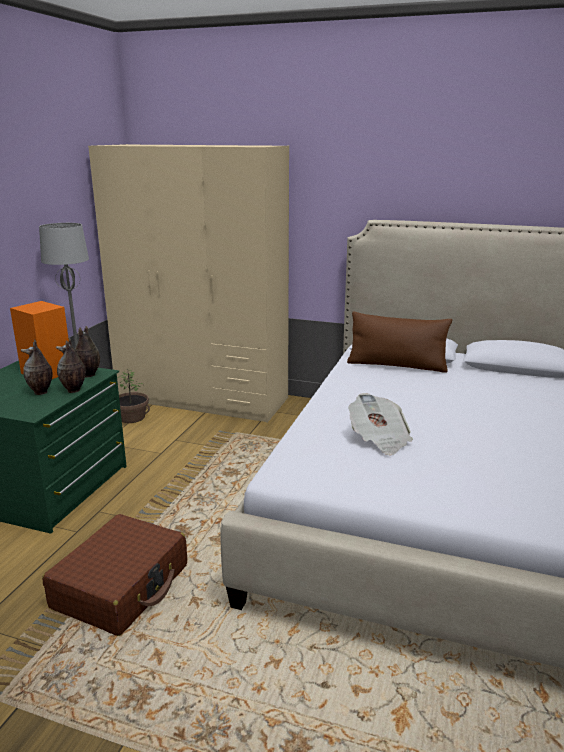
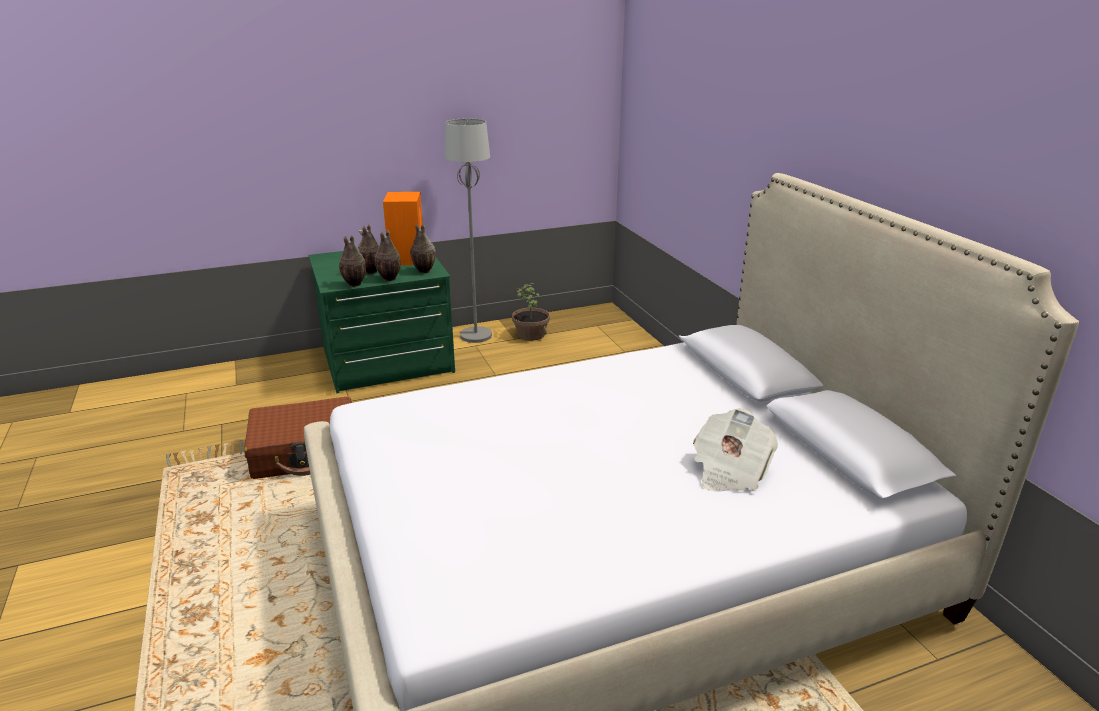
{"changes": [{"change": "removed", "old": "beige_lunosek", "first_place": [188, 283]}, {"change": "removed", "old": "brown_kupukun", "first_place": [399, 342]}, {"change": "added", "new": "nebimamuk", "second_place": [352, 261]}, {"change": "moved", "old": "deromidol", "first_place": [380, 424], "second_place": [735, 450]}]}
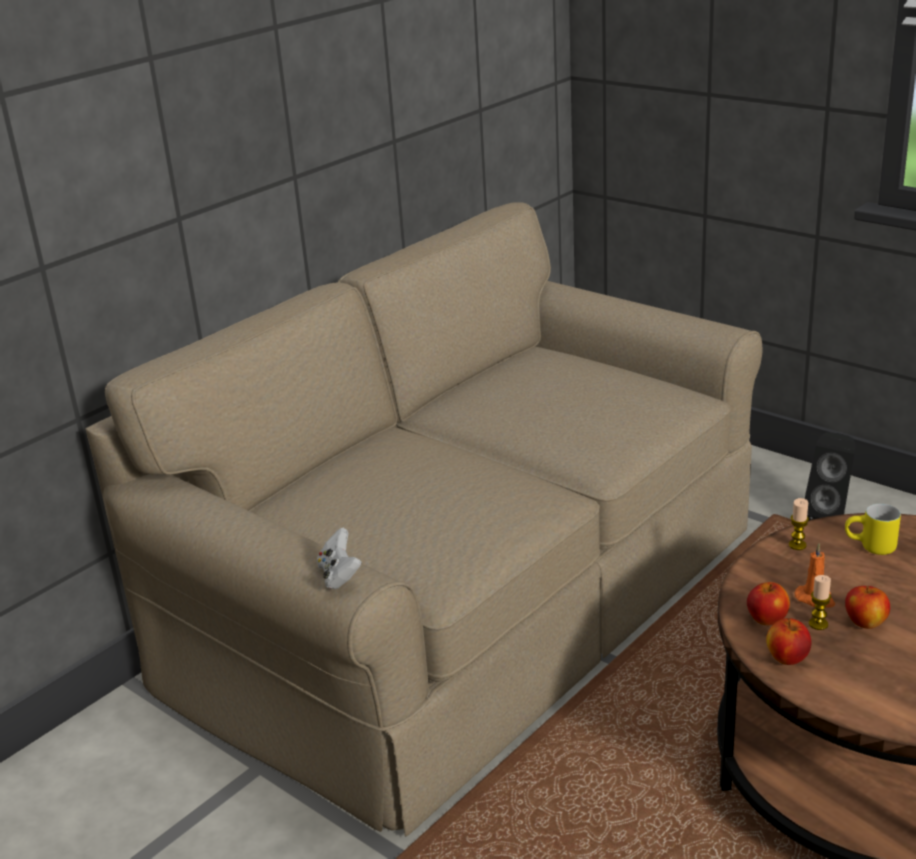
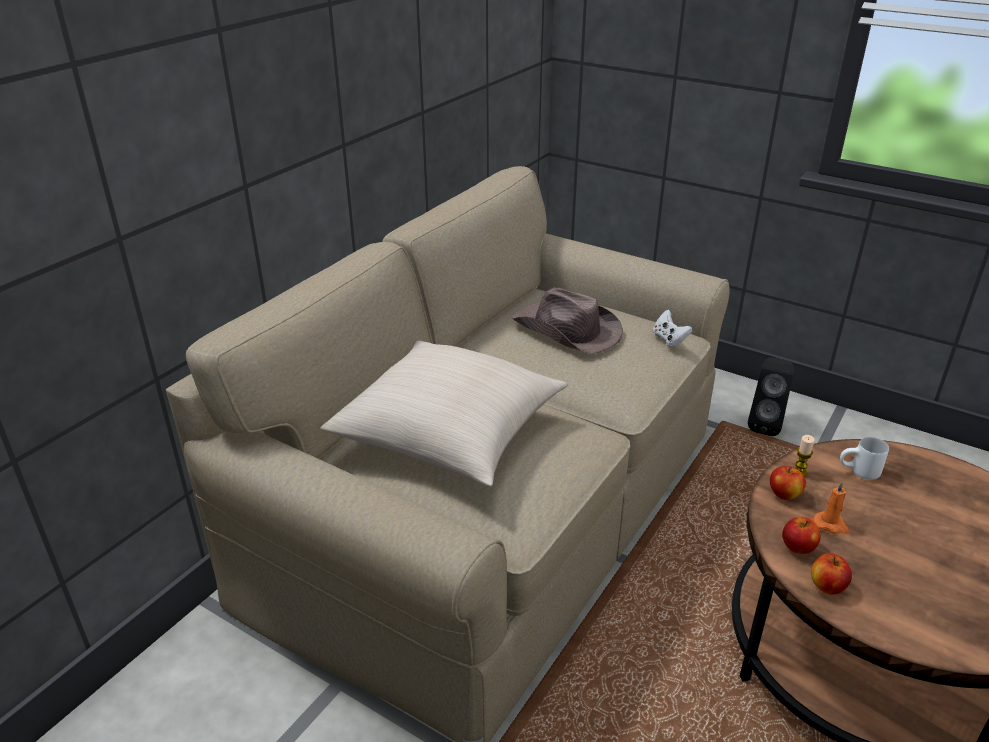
{"changes": [{"change": "removed", "old": "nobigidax", "first_place": [820, 602]}, {"change": "added", "new": "beige_kupukun", "second_place": [444, 413]}, {"change": "added", "new": "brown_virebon", "second_place": [567, 321]}, {"change": "moved", "old": "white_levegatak", "first_place": [339, 558], "second_place": [673, 328]}, {"change": "moved", "old": "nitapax", "first_place": [867, 607], "second_place": [788, 483]}, {"change": "recoloured", "old": "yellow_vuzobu", "new": "white_vuzobu", "first_place": [873, 529], "second_place": [864, 458]}]}
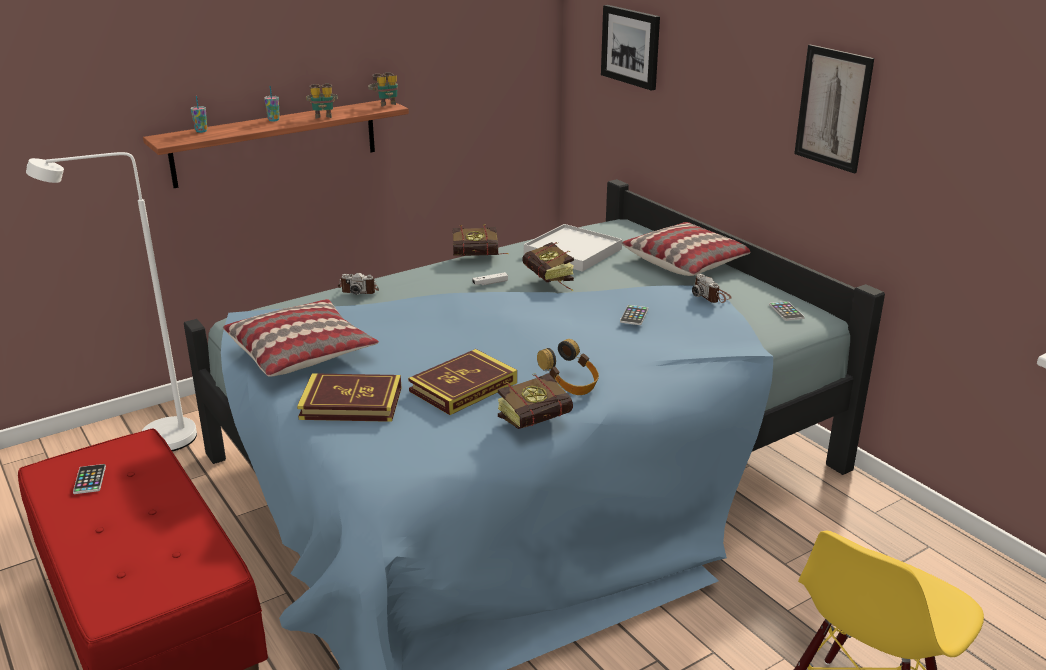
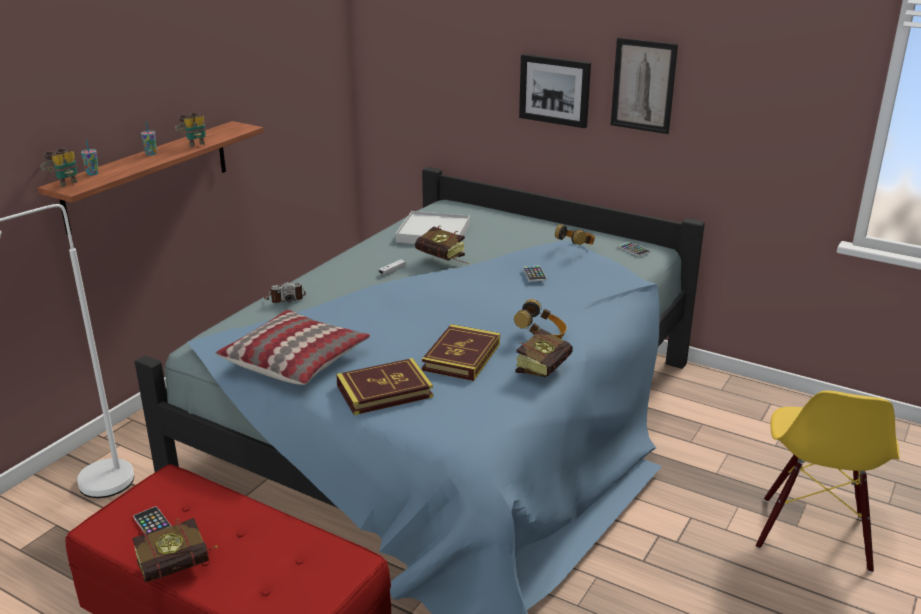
{"changes": [{"change": "removed", "old": "kupukun", "first_place": [685, 249]}, {"change": "moved", "old": "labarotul", "first_place": [383, 90], "second_place": [58, 168]}, {"change": "moved", "old": "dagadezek", "first_place": [481, 240], "second_place": [175, 550]}, {"change": "moved", "old": "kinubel", "first_place": [630, 48], "second_place": [555, 91]}, {"change": "replaced", "old": "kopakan", "new": "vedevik", "first_place": [712, 288], "second_place": [575, 234]}]}
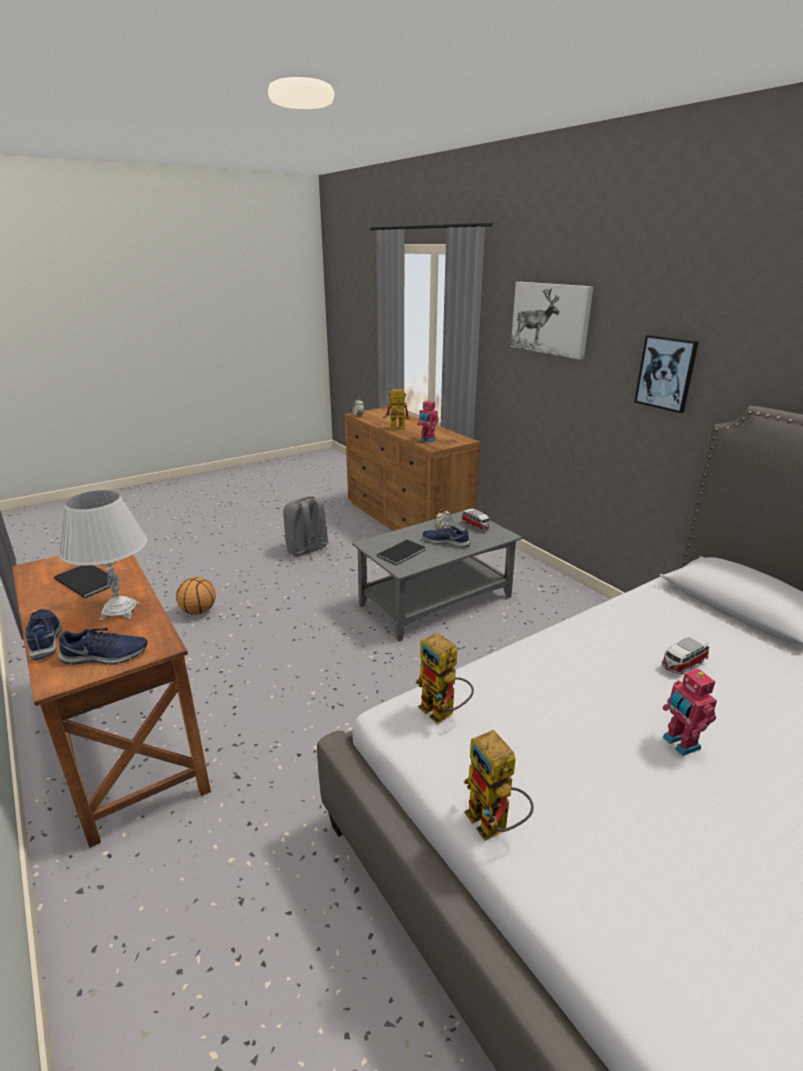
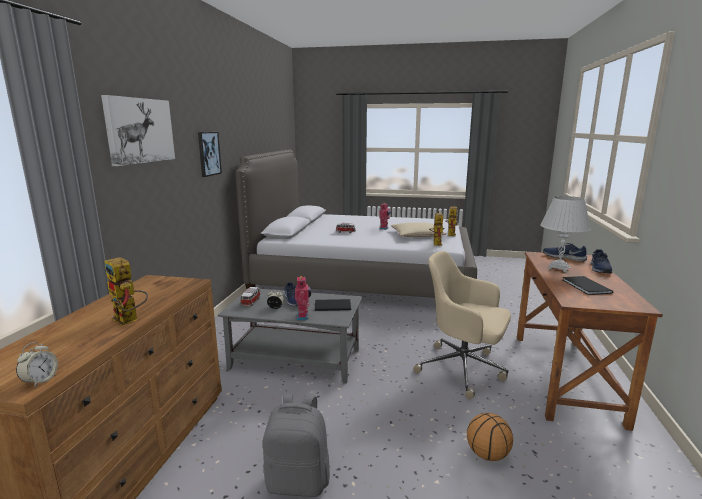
{"changes": [{"change": "added", "new": "beige_kupukun", "second_place": [418, 230]}, {"change": "added", "new": "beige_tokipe", "second_place": [462, 325]}, {"change": "moved", "old": "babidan", "first_place": [428, 421], "second_place": [303, 298]}]}
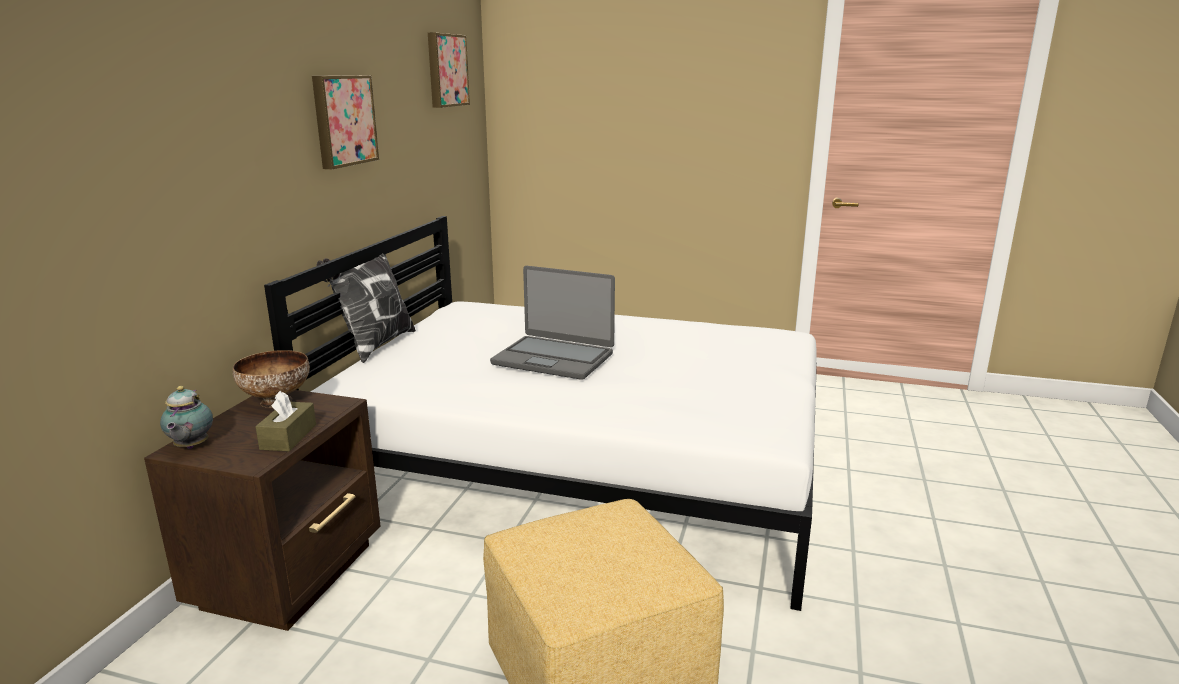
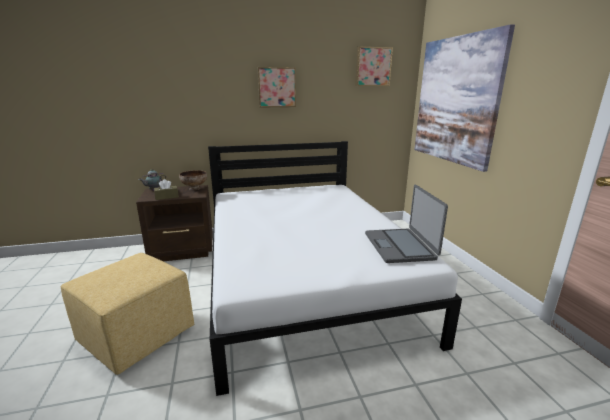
{"changes": [{"change": "removed", "old": "kupukun", "first_place": [366, 308]}, {"change": "added", "new": "kinubel", "second_place": [464, 98]}, {"change": "moved", "old": "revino", "first_place": [552, 323], "second_place": [406, 224]}]}
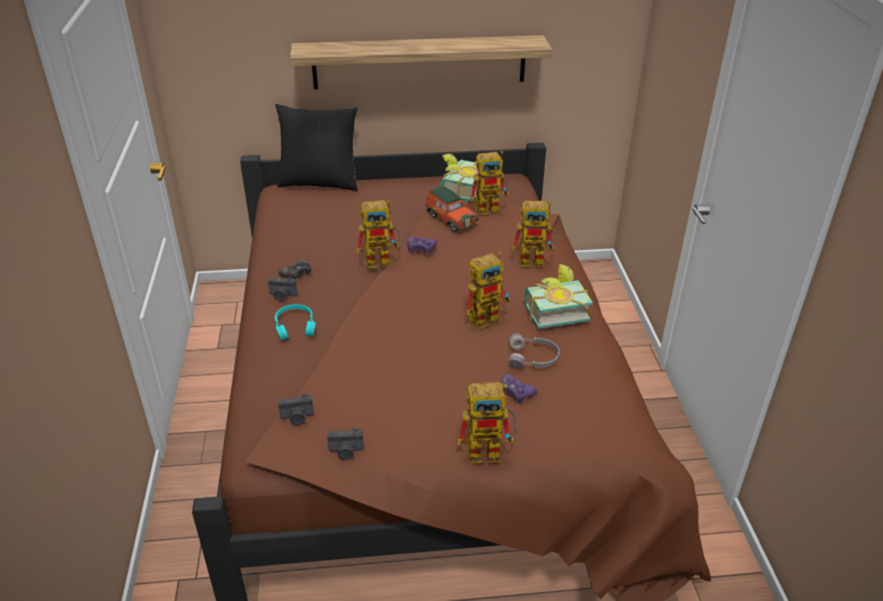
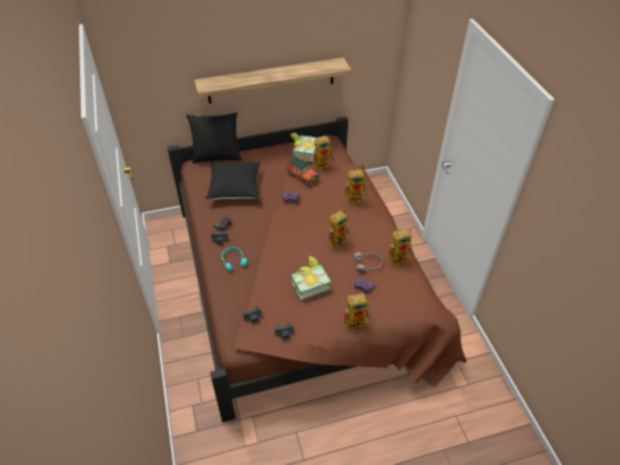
{"changes": [{"change": "added", "new": "black_kupukun", "second_place": [233, 181]}, {"change": "moved", "old": "babidan", "first_place": [379, 234], "second_place": [400, 247]}, {"change": "moved", "old": "dagadezek", "first_place": [559, 296], "second_place": [310, 278]}]}
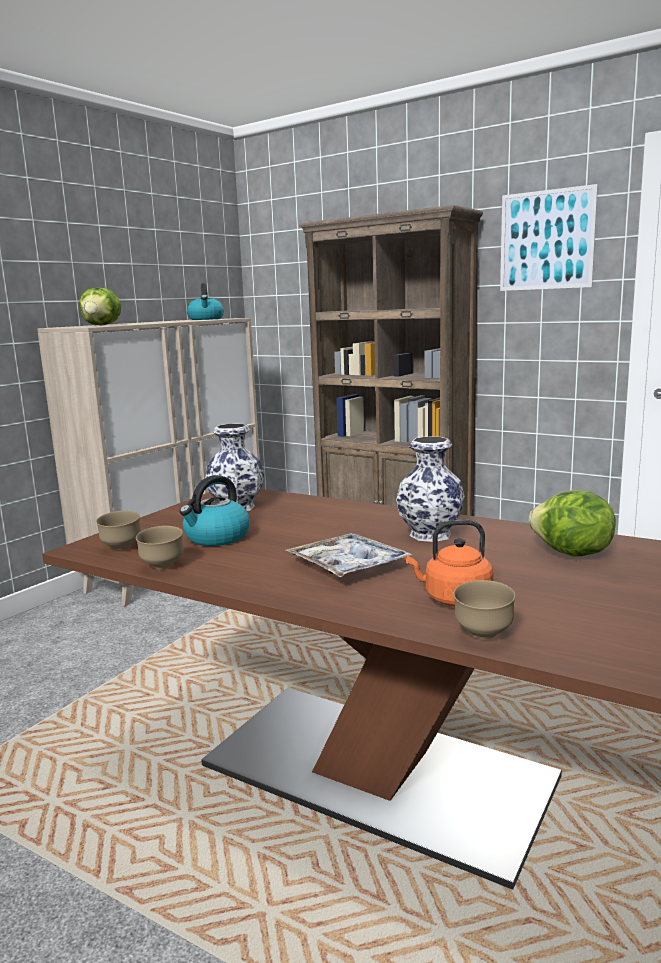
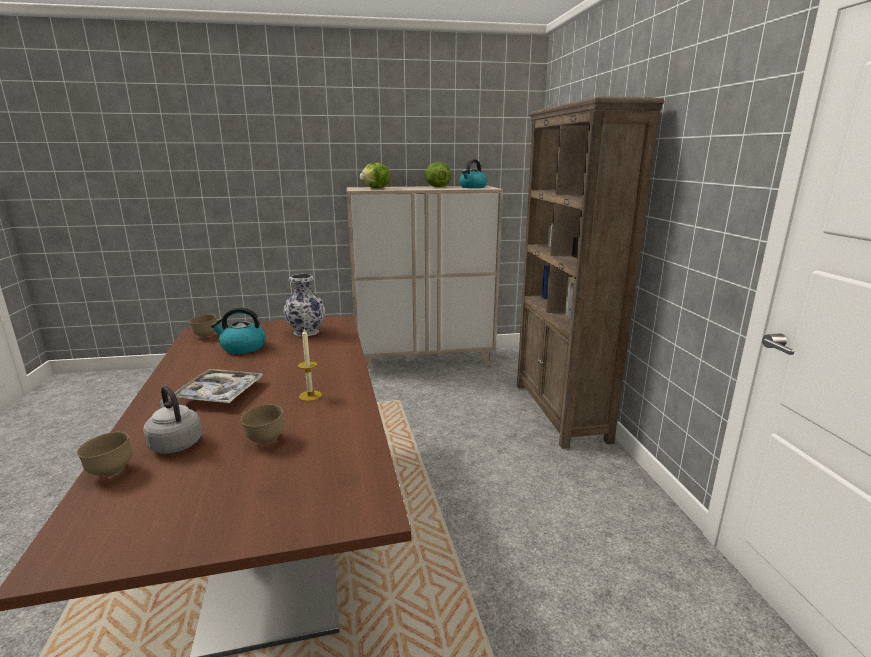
{"changes": [{"change": "removed", "old": "kinubel", "first_place": [549, 237]}, {"change": "moved", "old": "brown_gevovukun", "first_place": [160, 547], "second_place": [263, 424]}, {"change": "moved", "old": "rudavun", "first_place": [572, 523], "second_place": [438, 174]}, {"change": "replaced", "old": "nebimamuk", "new": "nobigidax", "first_place": [430, 489], "second_place": [310, 365]}, {"change": "recoloured", "old": "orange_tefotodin", "new": "grey_tefotodin", "first_place": [449, 563], "second_place": [172, 420]}]}
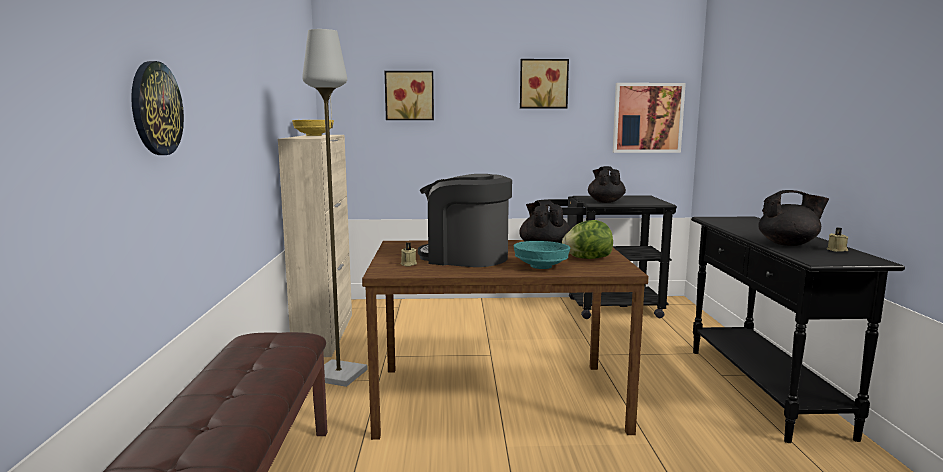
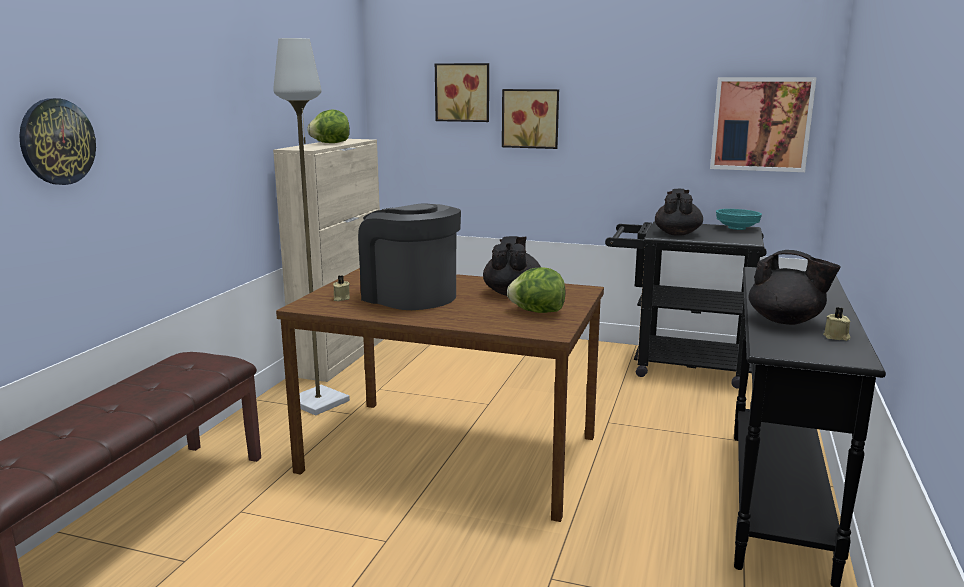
{"changes": [{"change": "moved", "old": "turquoise_gevovukun", "first_place": [542, 255], "second_place": [739, 219]}, {"change": "moved", "old": "kinubel", "first_place": [544, 83], "second_place": [530, 119]}, {"change": "replaced", "old": "yellow_gevovukun", "new": "rudavun", "first_place": [313, 128], "second_place": [328, 126]}]}
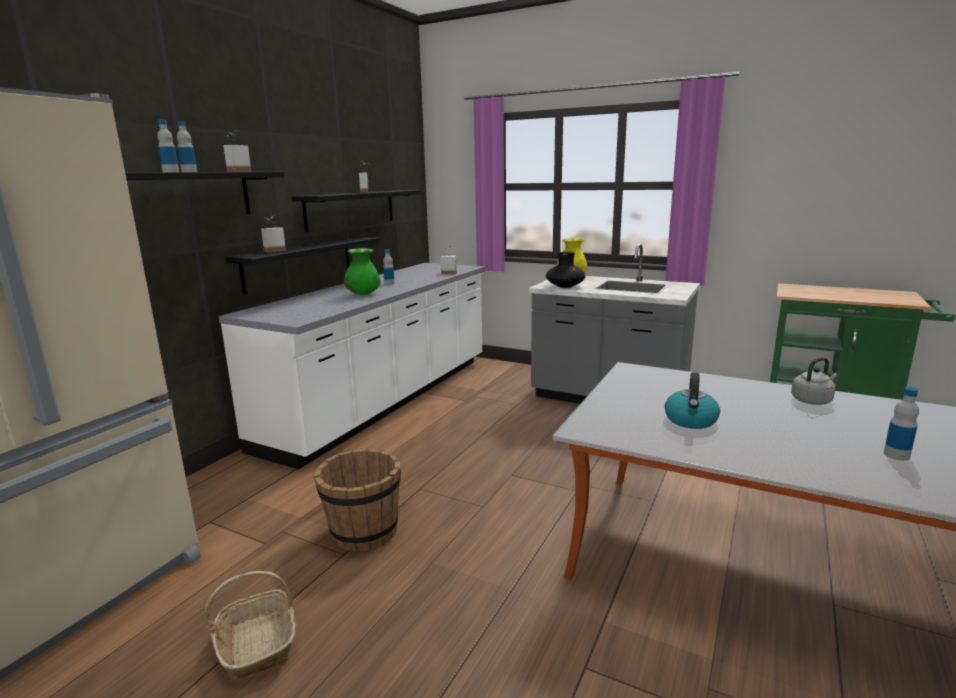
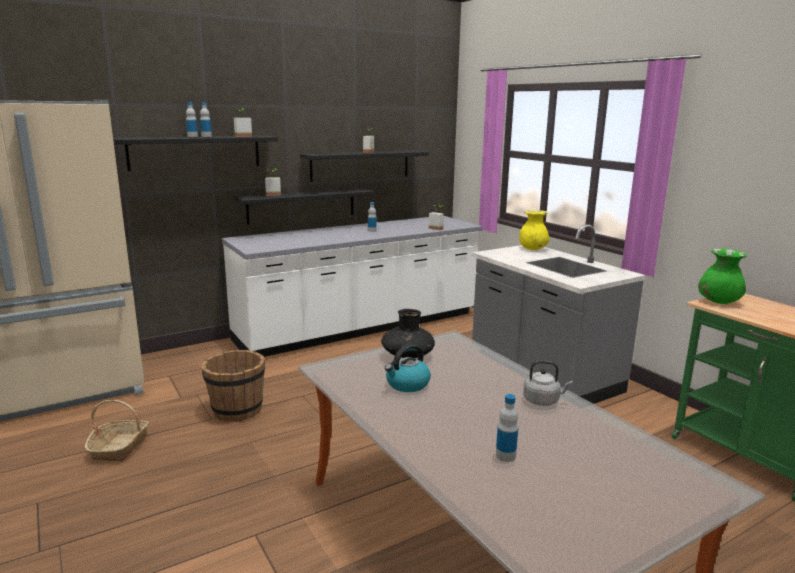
{"changes": [{"change": "moved", "old": "green_nebimamuk", "first_place": [362, 271], "second_place": [722, 276]}, {"change": "moved", "old": "black_nebimamuk", "first_place": [565, 270], "second_place": [408, 333]}]}
